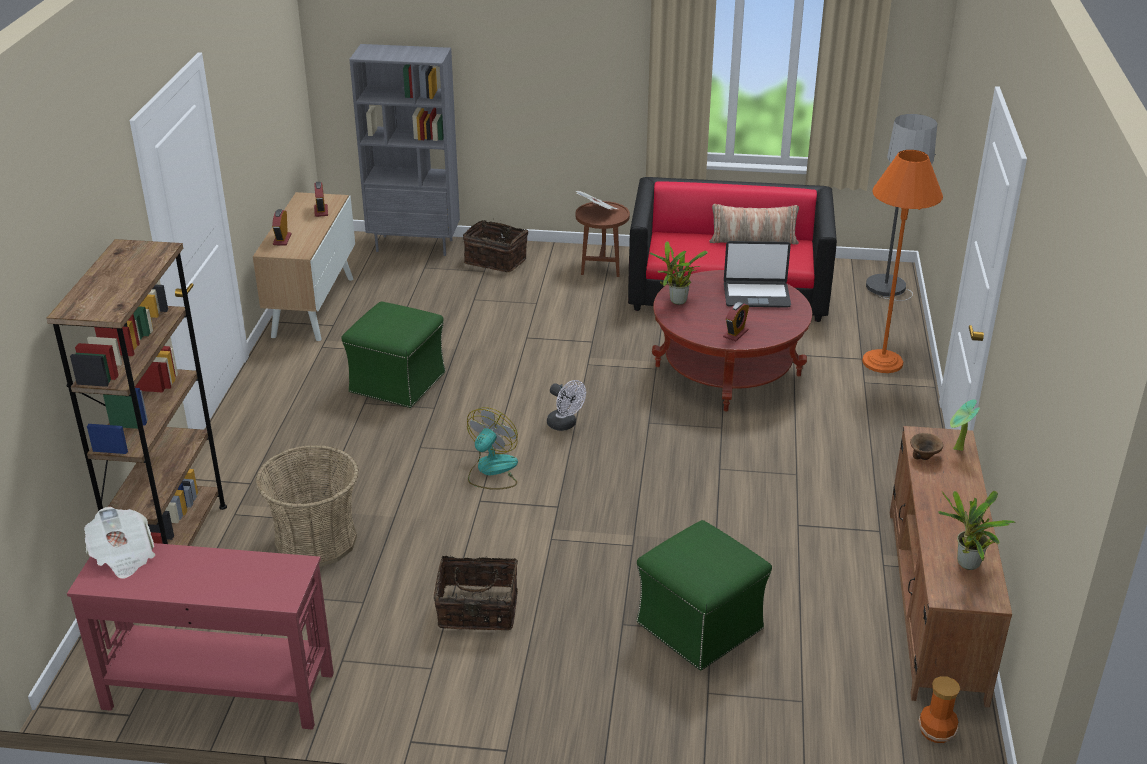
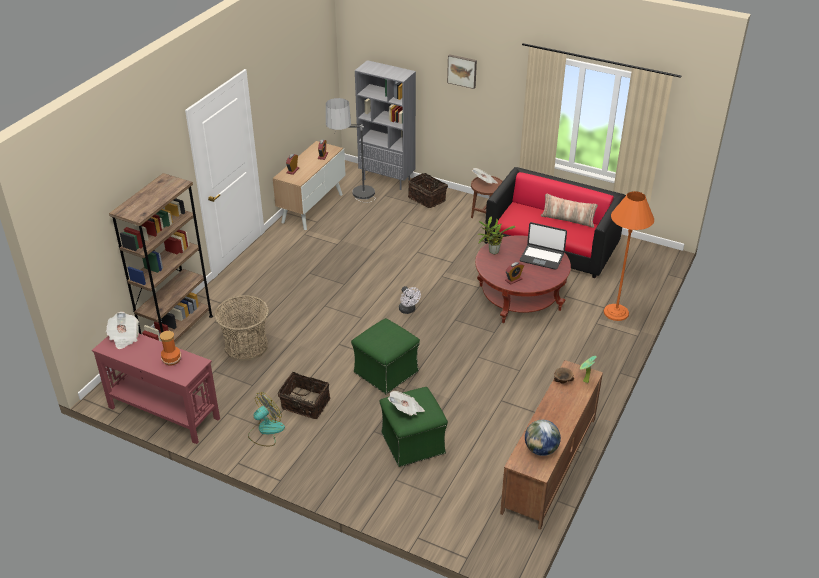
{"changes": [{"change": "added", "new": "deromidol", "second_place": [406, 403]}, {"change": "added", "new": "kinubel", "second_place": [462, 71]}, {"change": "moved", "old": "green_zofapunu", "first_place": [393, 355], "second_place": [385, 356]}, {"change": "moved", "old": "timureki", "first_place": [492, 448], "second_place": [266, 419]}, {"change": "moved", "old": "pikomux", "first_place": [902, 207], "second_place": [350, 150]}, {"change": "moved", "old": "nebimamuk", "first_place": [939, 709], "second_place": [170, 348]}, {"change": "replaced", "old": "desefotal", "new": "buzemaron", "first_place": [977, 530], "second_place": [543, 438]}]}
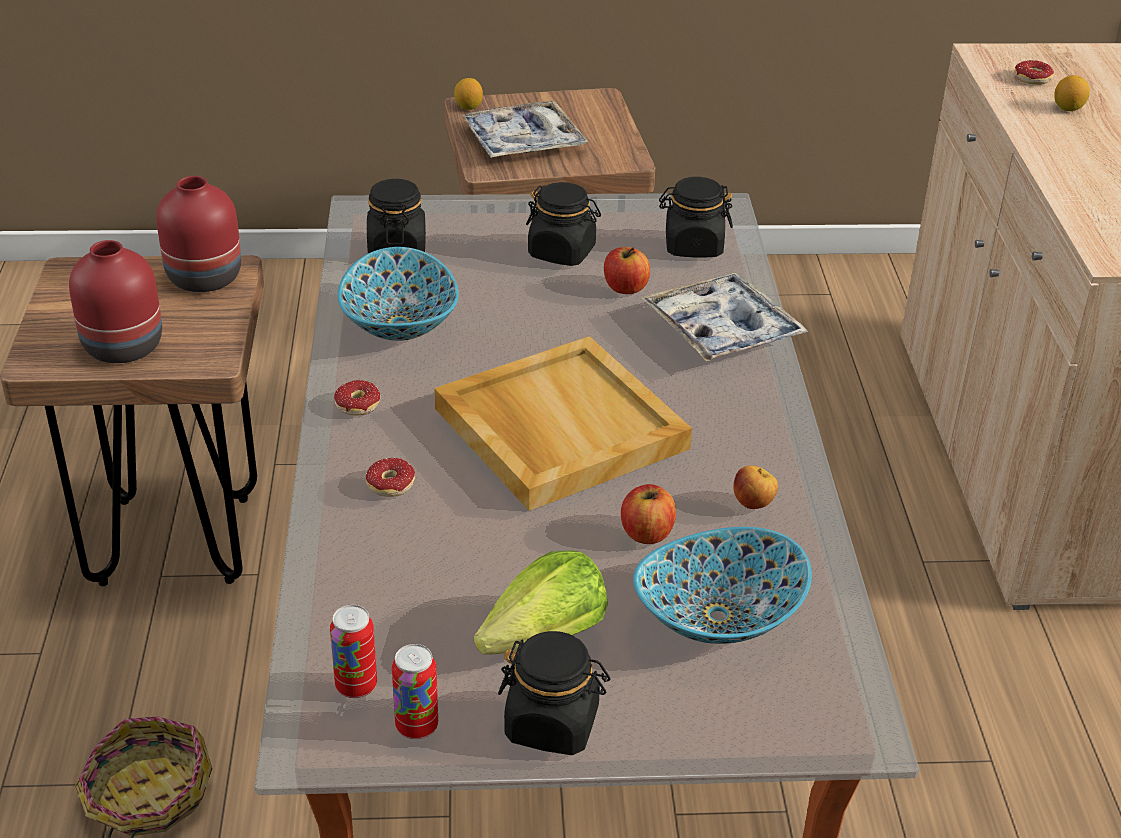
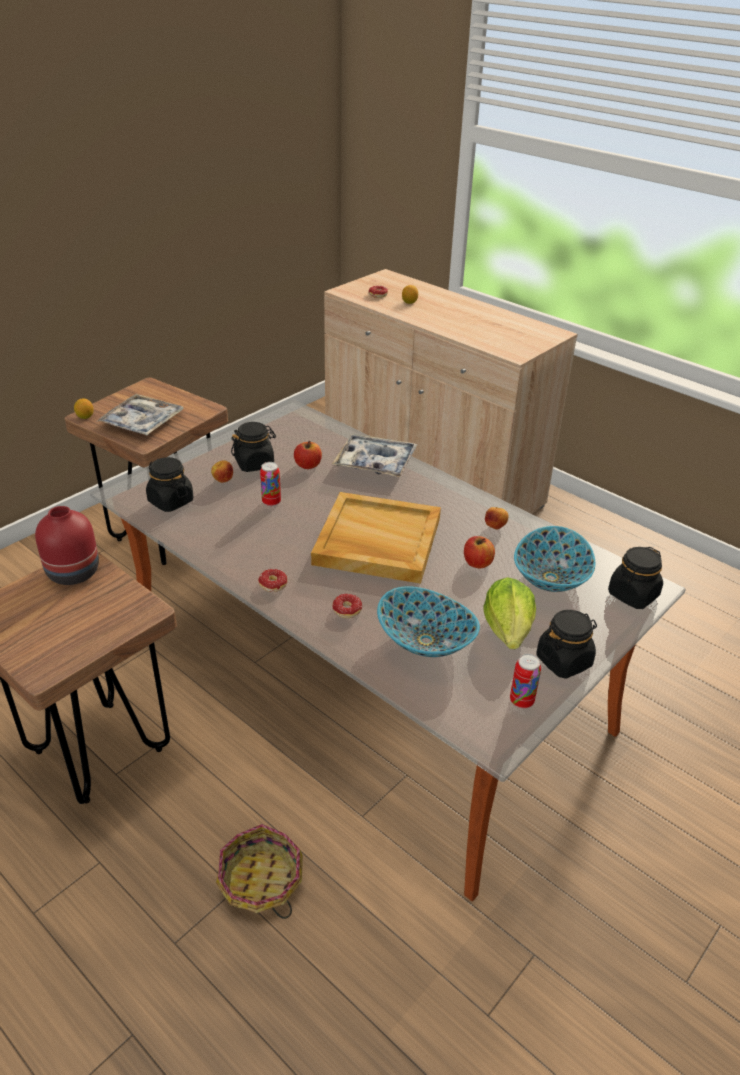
{"changes": [{"change": "removed", "old": "red_nebimamuk", "first_place": [115, 301]}, {"change": "added", "new": "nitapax", "second_place": [222, 471]}, {"change": "moved", "old": "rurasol", "first_place": [353, 651], "second_place": [270, 484]}, {"change": "moved", "old": "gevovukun", "first_place": [398, 294], "second_place": [428, 621]}, {"change": "moved", "old": "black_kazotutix", "first_place": [696, 217], "second_place": [635, 578]}]}
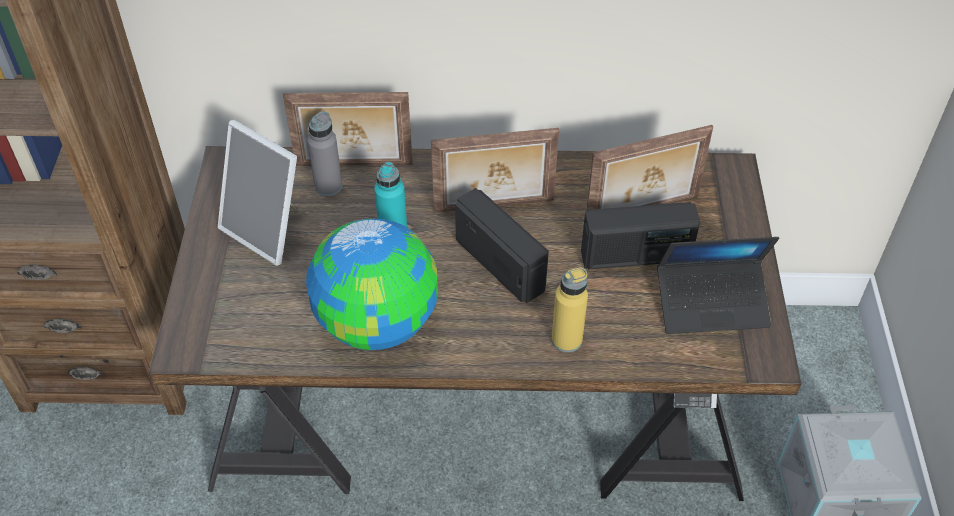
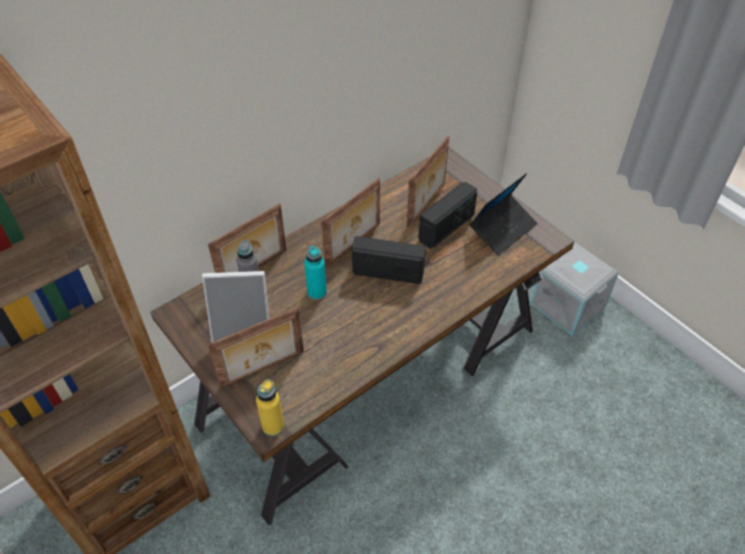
{"changes": [{"change": "removed", "old": "buzemaron", "first_place": [372, 284]}, {"change": "added", "new": "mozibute", "second_place": [256, 347]}, {"change": "moved", "old": "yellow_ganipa", "first_place": [569, 310], "second_place": [270, 407]}]}
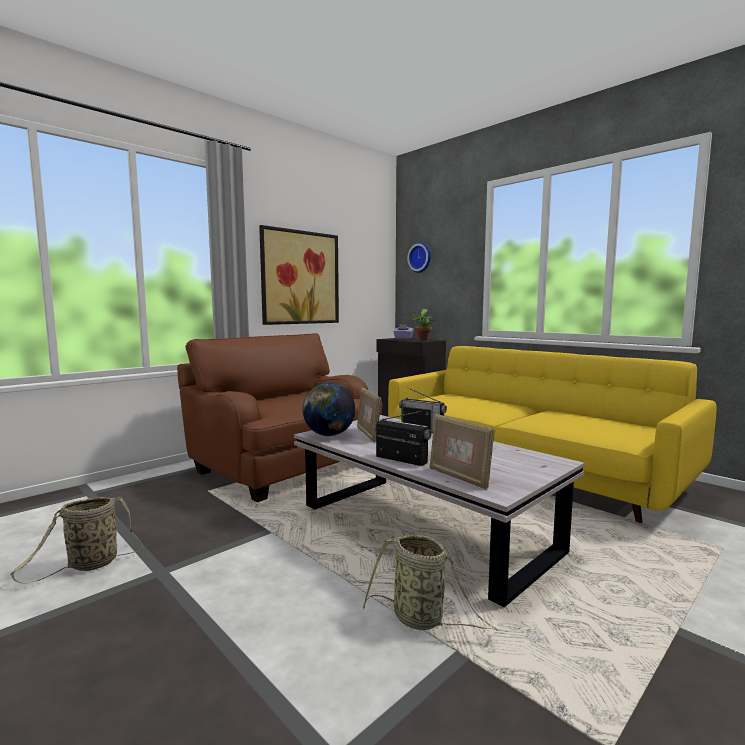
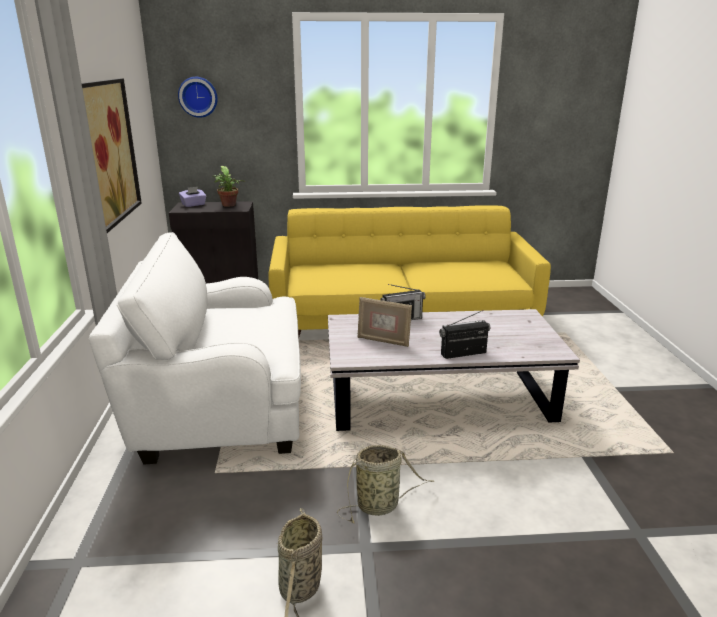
{"changes": [{"change": "removed", "old": "buzemaron", "first_place": [328, 409]}, {"change": "removed", "old": "mozibute", "first_place": [462, 452]}, {"change": "moved", "old": "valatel", "first_place": [430, 583], "second_place": [385, 484]}, {"change": "recoloured", "old": "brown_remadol", "new": "white_remadol", "first_place": [279, 417], "second_place": [195, 348]}]}
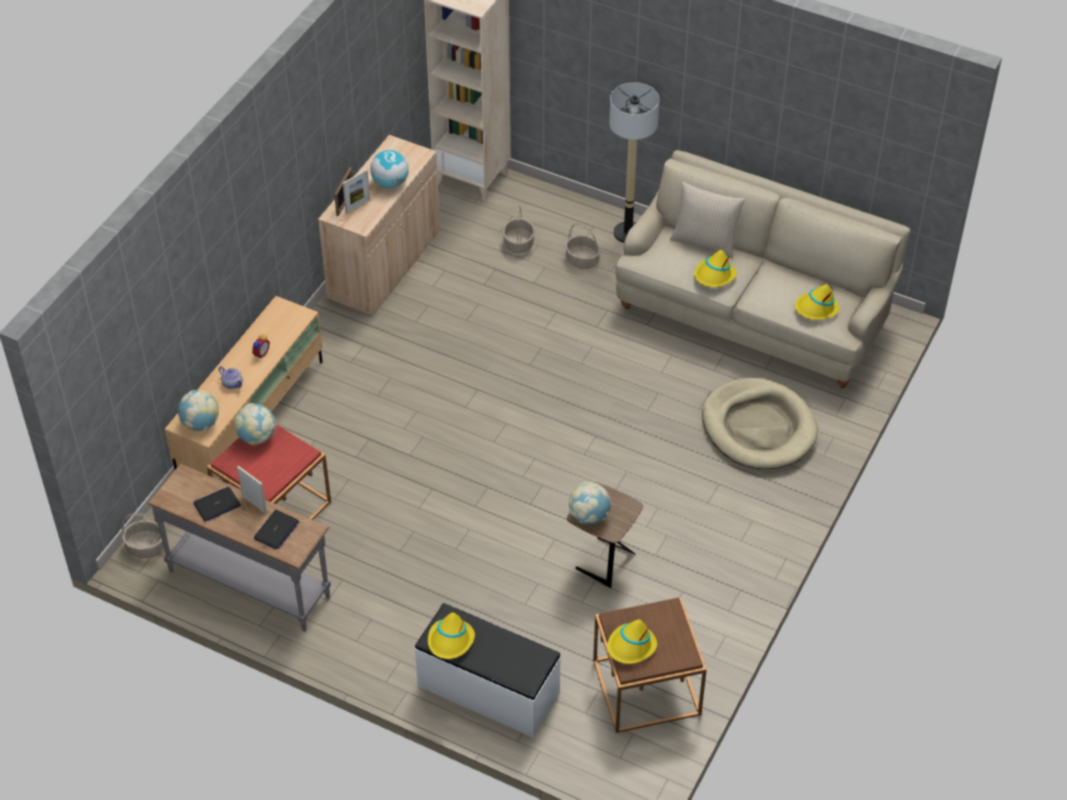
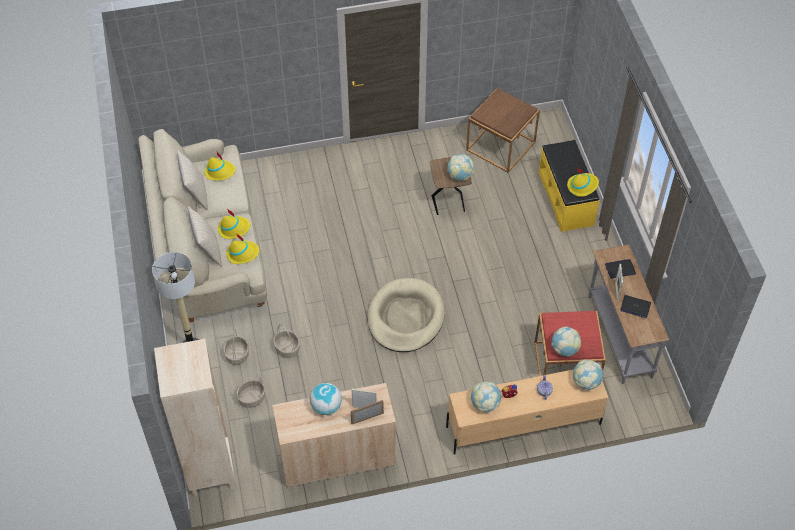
{"changes": [{"change": "added", "new": "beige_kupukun", "second_place": [192, 180]}, {"change": "added", "new": "buzemaron", "second_place": [486, 397]}, {"change": "moved", "old": "valatel", "first_place": [143, 535], "second_place": [286, 341]}, {"change": "moved", "old": "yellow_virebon", "first_place": [632, 642], "second_place": [242, 248]}, {"change": "moved", "old": "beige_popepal", "first_place": [760, 423], "second_place": [406, 315]}, {"change": "recoloured", "old": "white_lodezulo", "new": "yellow_lodezulo", "first_place": [488, 670], "second_place": [569, 186]}]}
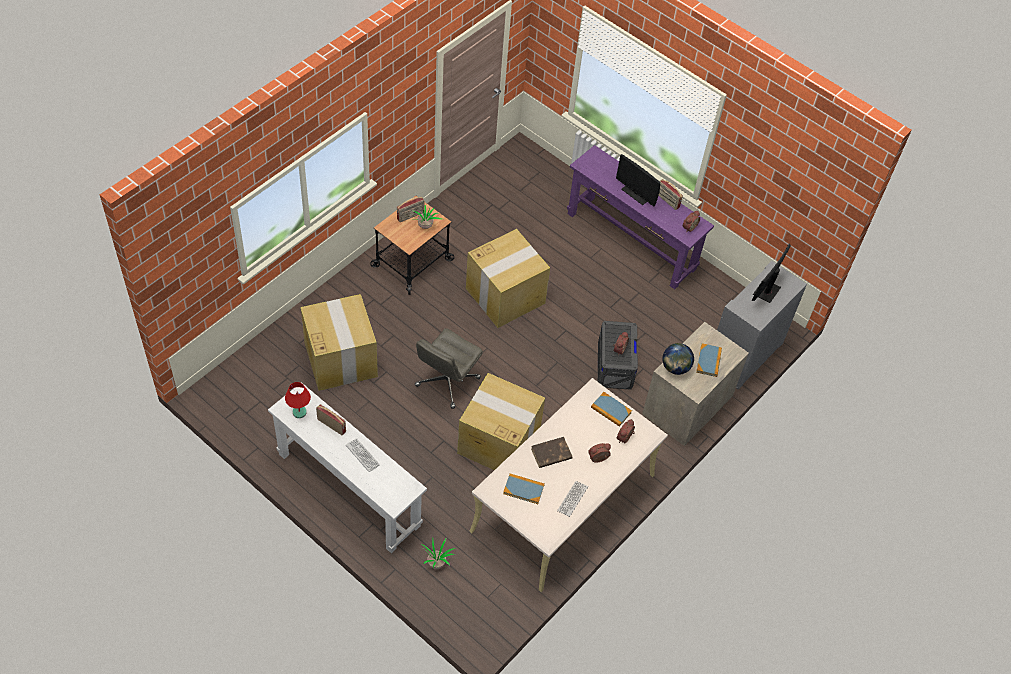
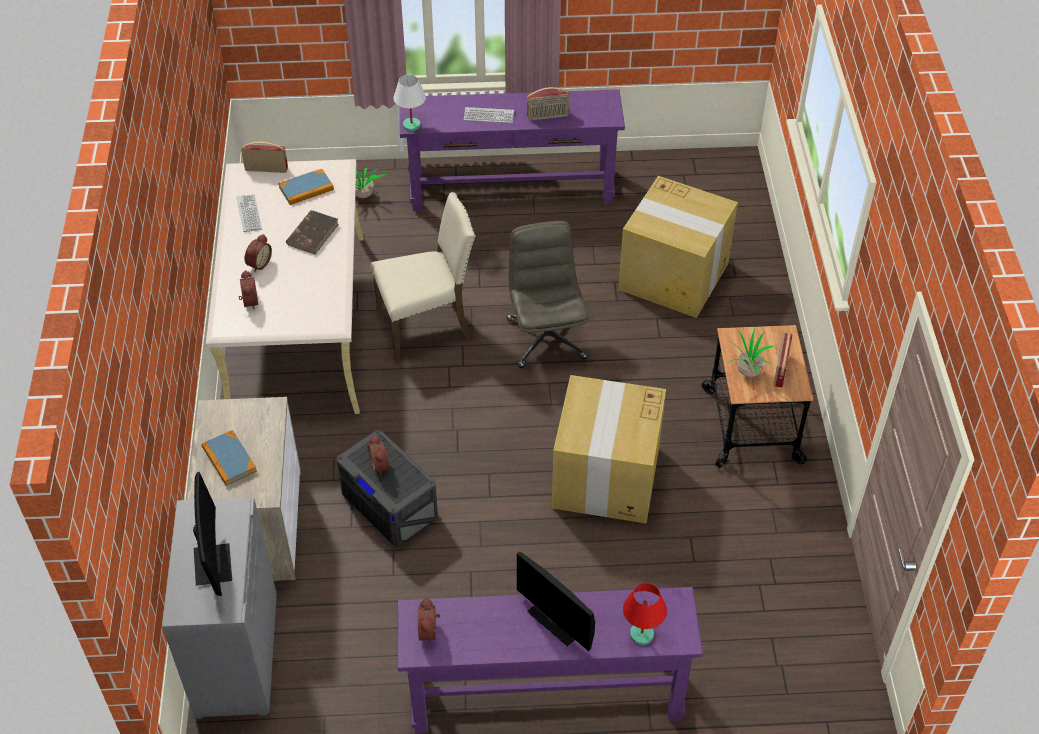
{"changes": [{"change": "removed", "old": "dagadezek", "first_place": [611, 409]}, {"change": "removed", "old": "buzemaron", "first_place": [678, 359]}, {"change": "added", "new": "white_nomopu", "second_place": [410, 102]}, {"change": "moved", "old": "red_nomopu", "first_place": [298, 400], "second_place": [645, 614]}, {"change": "moved", "old": "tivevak", "first_place": [670, 194], "second_place": [264, 157]}, {"change": "replaced", "old": "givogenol", "new": "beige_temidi", "first_place": [501, 421], "second_place": [423, 277]}, {"change": "recoloured", "old": "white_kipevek", "new": "purple_kipevek", "first_place": [347, 467], "second_place": [512, 150]}, {"change": "turned", "old": "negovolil", "first_place": [638, 180], "second_place": [556, 601], "degrees": -135}]}
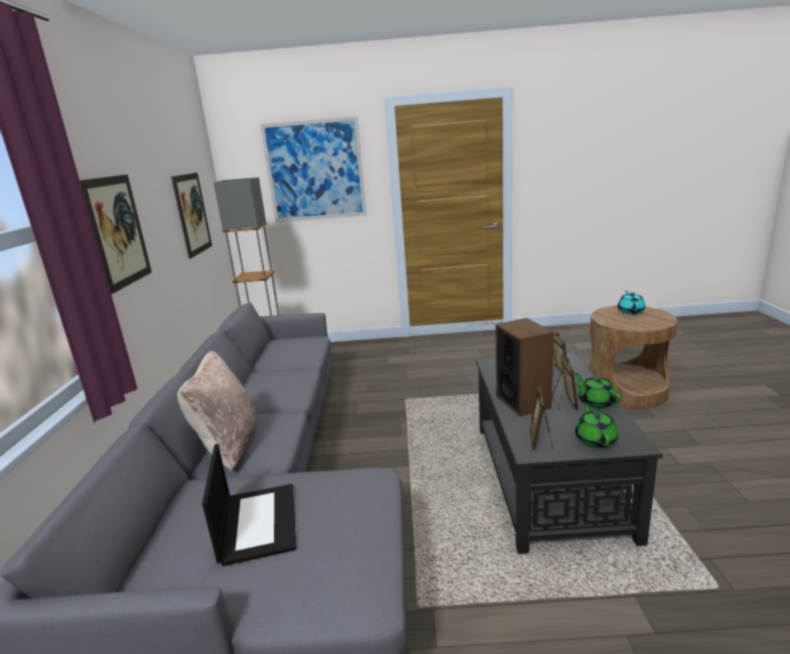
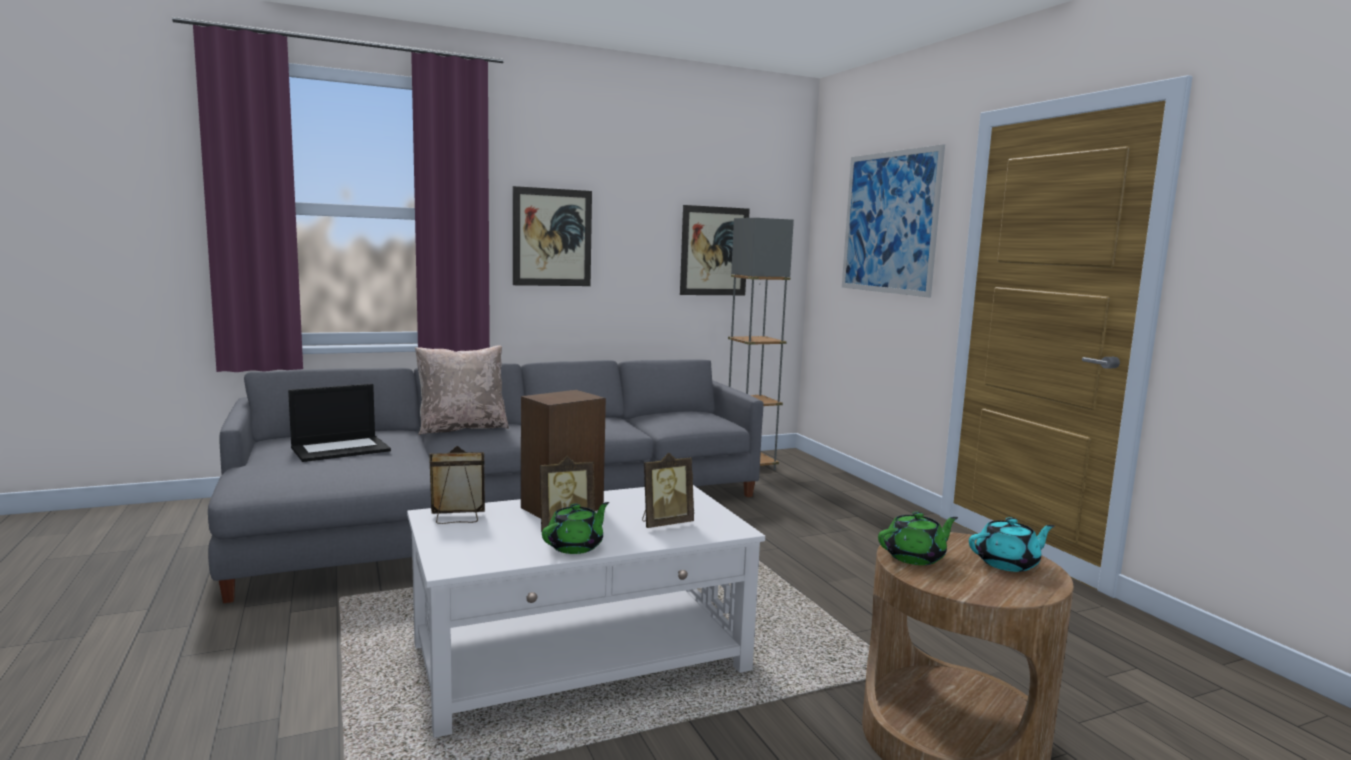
{"changes": [{"change": "moved", "old": "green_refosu", "first_place": [596, 425], "second_place": [918, 538]}, {"change": "recoloured", "old": "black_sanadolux", "new": "white_sanadolux", "first_place": [569, 453], "second_place": [586, 611]}]}
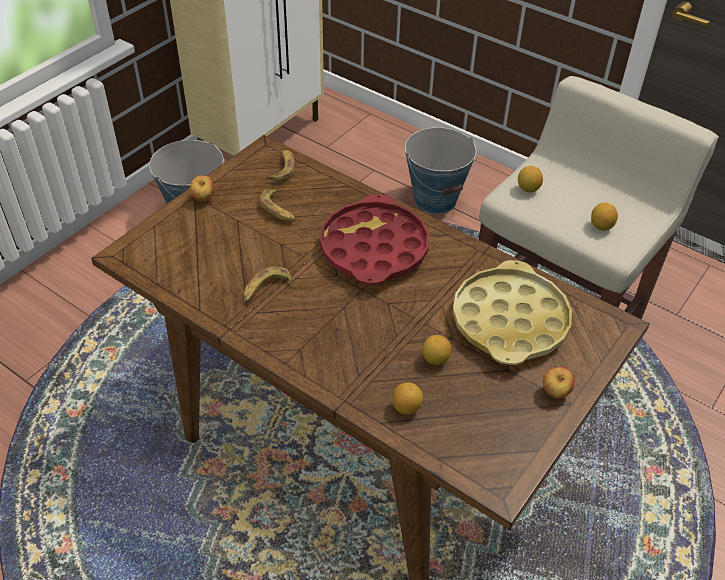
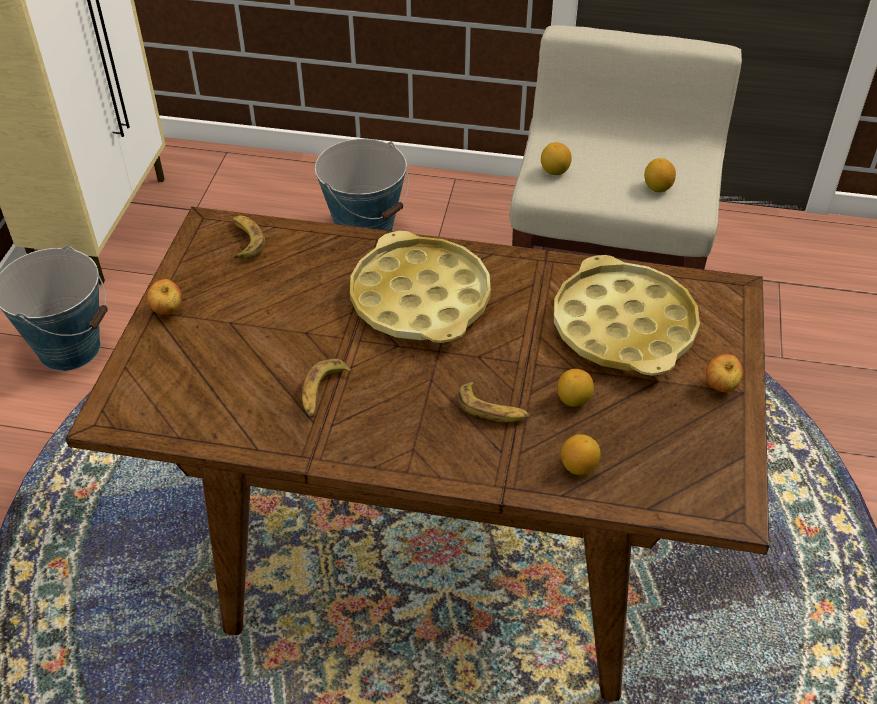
{"changes": [{"change": "moved", "old": "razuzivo", "first_place": [277, 205], "second_place": [494, 401]}, {"change": "recoloured", "old": "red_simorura", "new": "yellow_simorura", "first_place": [374, 239], "second_place": [420, 287]}]}
